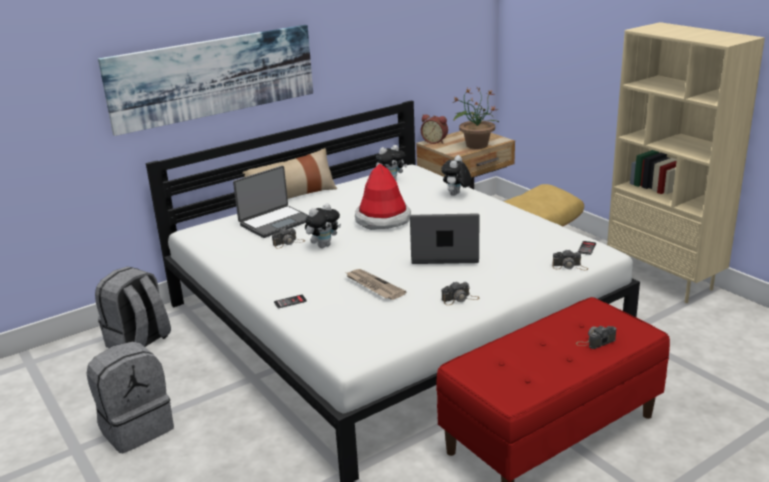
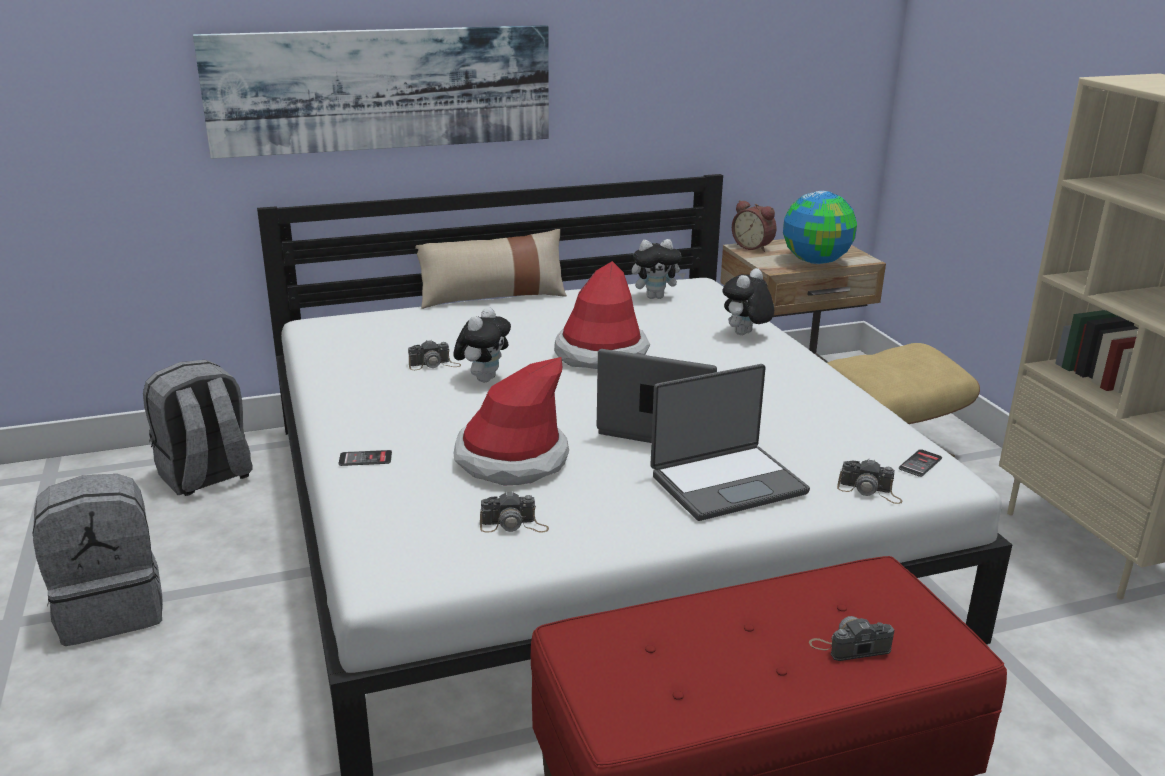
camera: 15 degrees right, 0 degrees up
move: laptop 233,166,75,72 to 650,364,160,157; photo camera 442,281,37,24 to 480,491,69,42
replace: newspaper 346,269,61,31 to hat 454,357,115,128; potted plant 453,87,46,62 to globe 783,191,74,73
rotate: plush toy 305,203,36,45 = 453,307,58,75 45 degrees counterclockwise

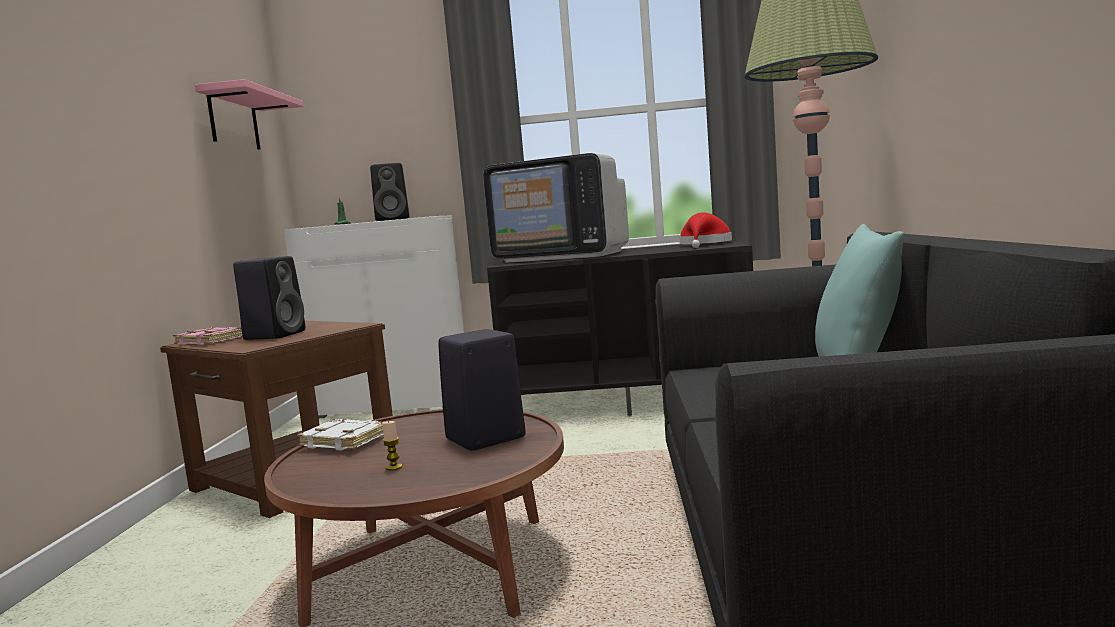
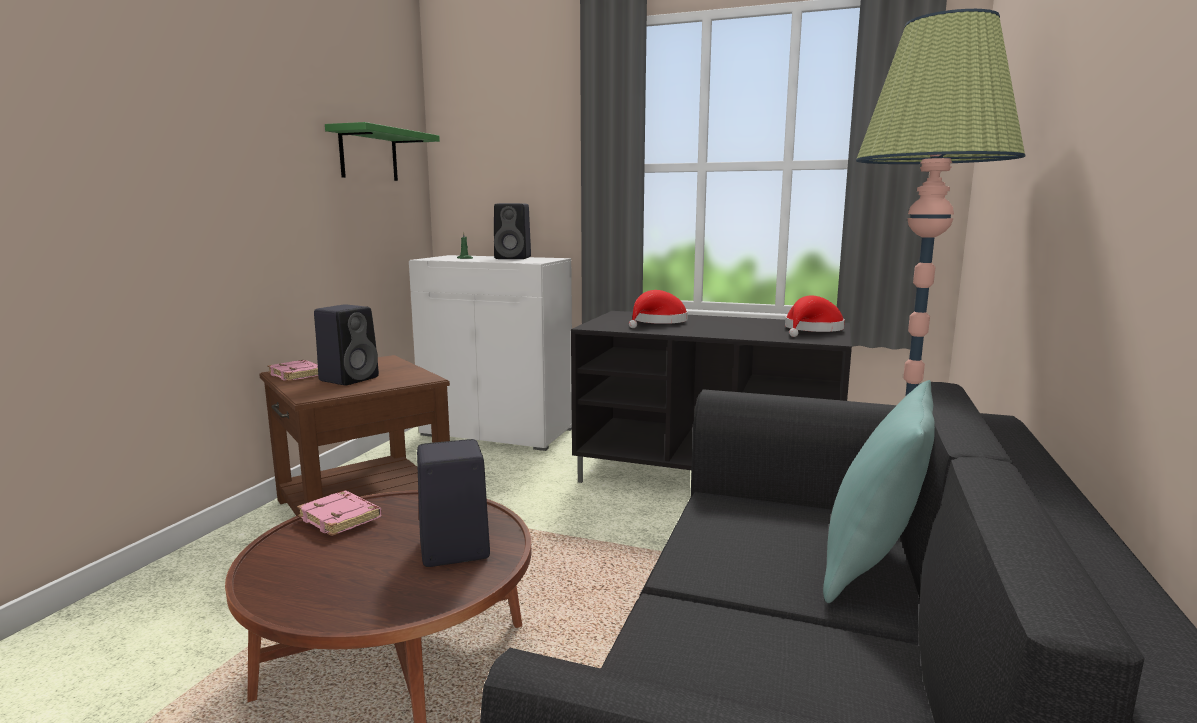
camera: 15 degrees right, 5 degrees up
delete: candle 382,421,20,49
replace: television 483,153,146,110 to red hat 629,290,59,38
recolor: pink shelf 195,79,108,71 to green shelf 325,122,115,59; white book 297,419,87,32 to pink book 297,491,85,45

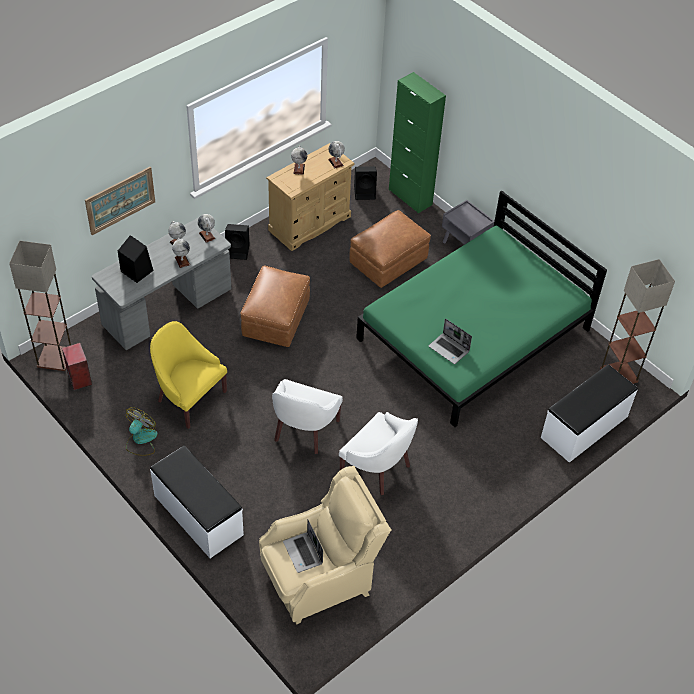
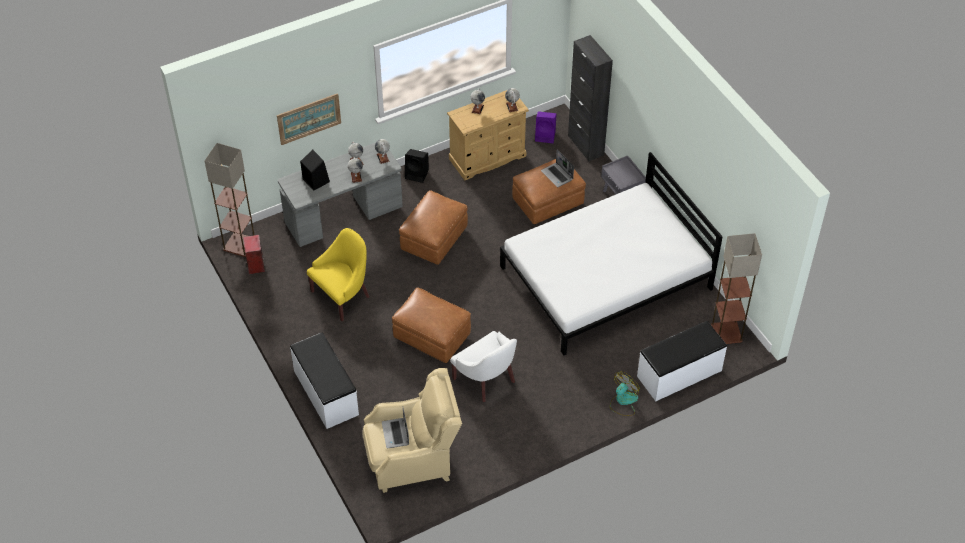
camera: 15 degrees right, 0 degrees up
move: fan 125,407,33,49 to 610,372,30,44; laptop 429,318,43,46 to 541,150,33,37
replace: white armchair 272,379,71,75 to brown ottoman 392,287,79,76
recolor: black speaker 354,166,23,34 to purple speaker 535,111,21,32; green bed 356,190,251,237 to white bed 500,152,223,203; green cabinet 389,72,57,141 to black cabinet 568,35,45,127
rotate: yellow armchair 150,321,77,108 = 307,228,62,93 90 degrees clockwise

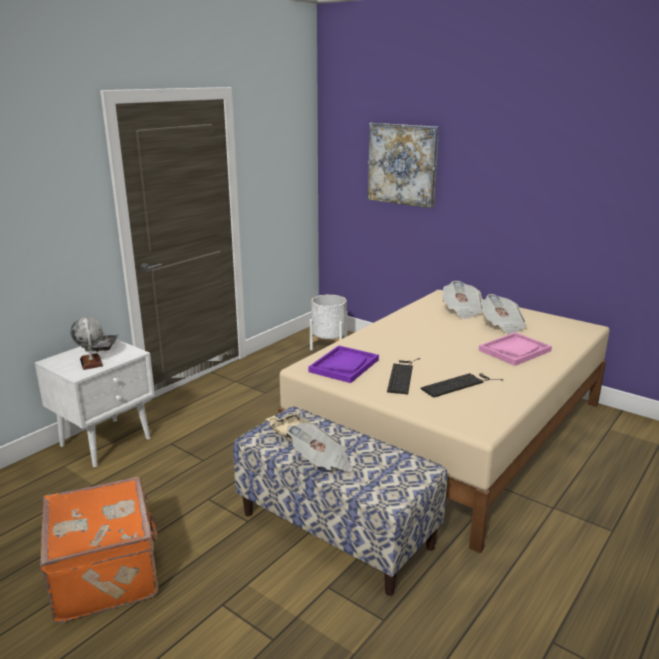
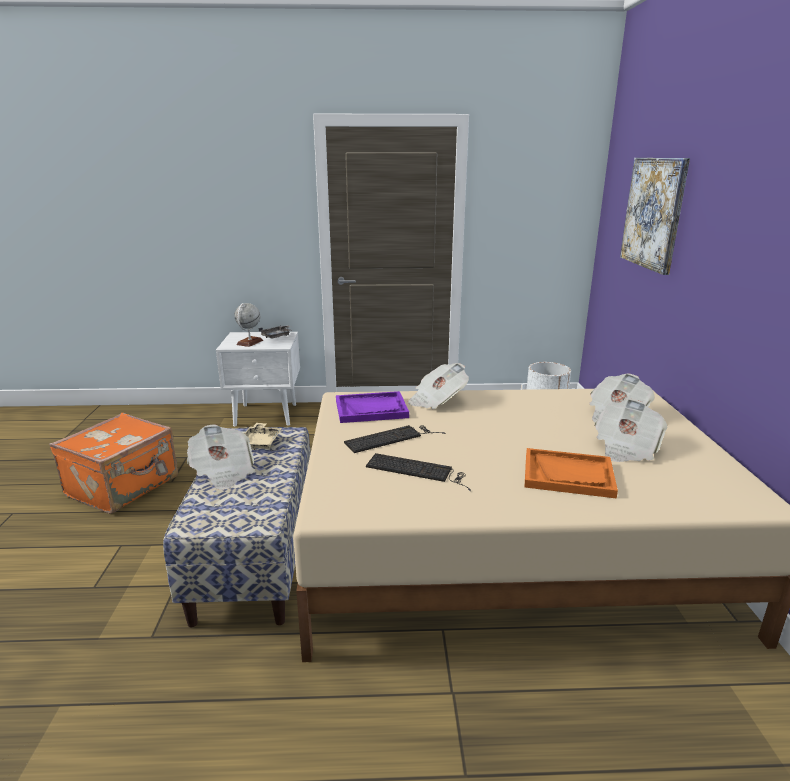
camera: 50 degrees right, 0 degrees up
insert: newspaper 408,363,61,46
recolor: pink tray 479,332,73,34 to orange tray 524,448,94,50

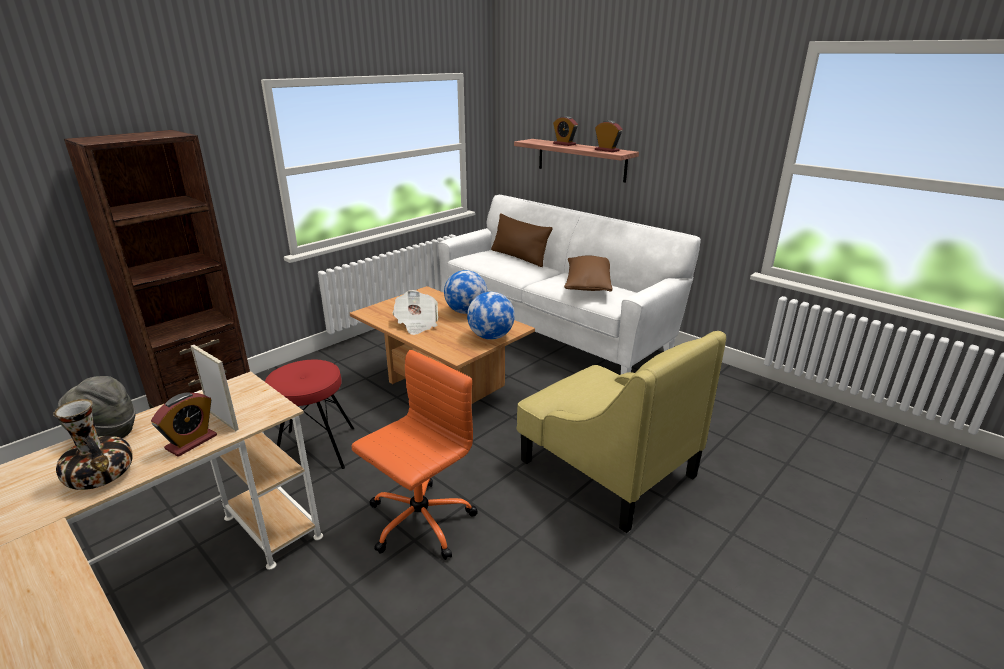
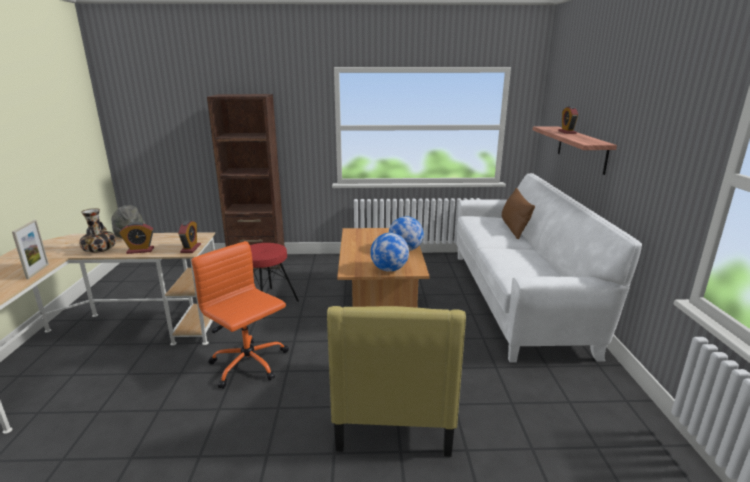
camera: 45 degrees right, 5 degrees down
delete: newspaper 393,290,45,45; brown pillow 564,255,48,36
move: picture frame 191,345,48,86 to 12,220,37,59; alarm clock 595,120,28,32 to 178,220,23,33
rotate: orange office chair 352,350,126,210 = 191,241,98,148 135 degrees counterclockwise

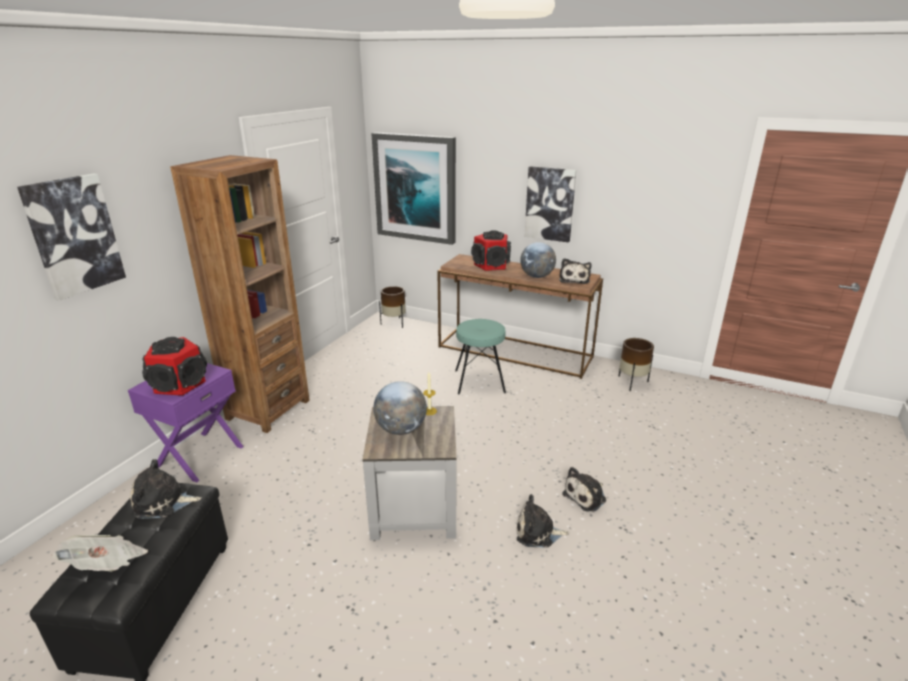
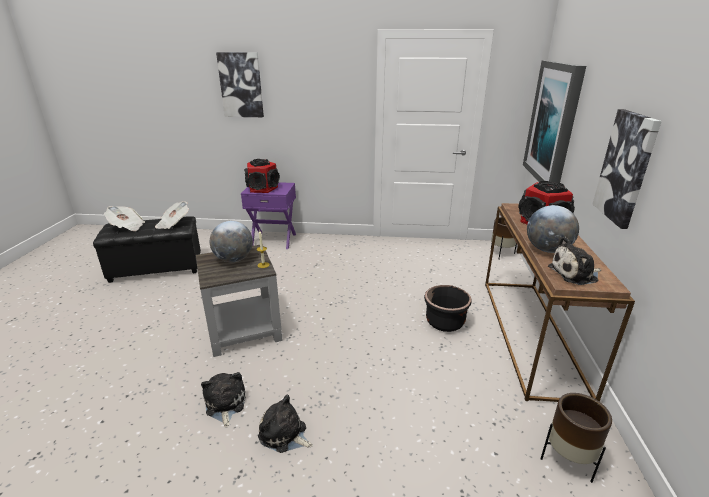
camera: 70 degrees right, 0 degrees up
delete: brown bookcase 170,155,140,278
replace: plush toy 130,459,72,60 to newspaper 155,201,34,28; turquoise stool 455,319,51,76 to black planter 424,285,48,47

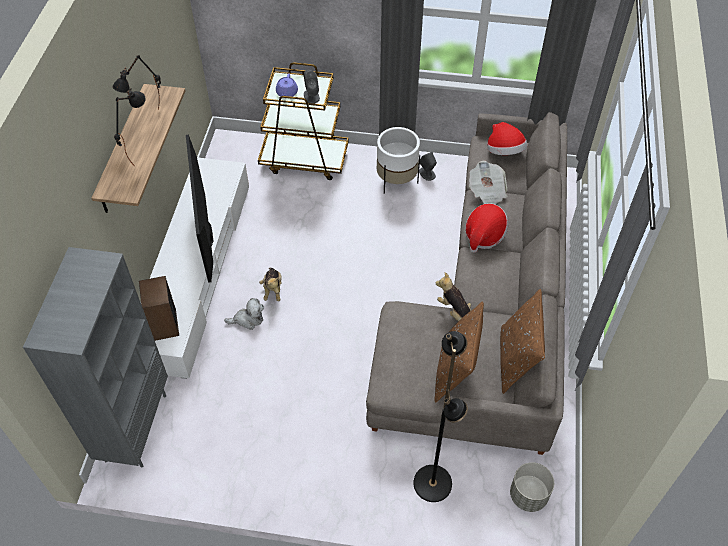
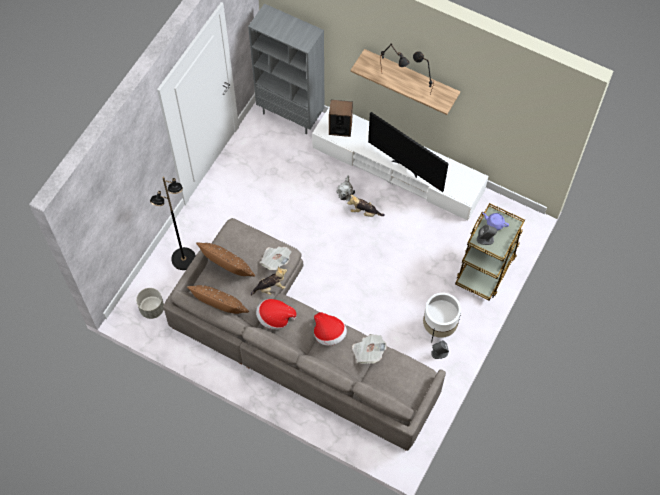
camera: 110 degrees right, 10 degrees up
insert: newspaper 260,246,31,24
move: hat 487,122,41,33 to 256,299,40,31
rotate: television 186,135,27,148 = 368,112,81,80 150 degrees counterclockwise

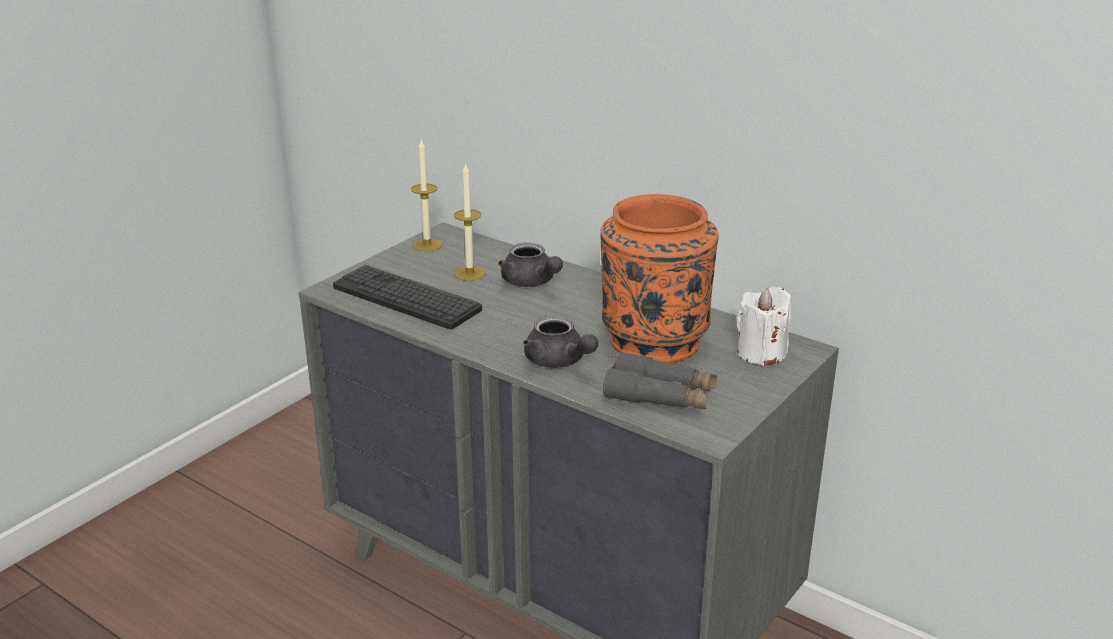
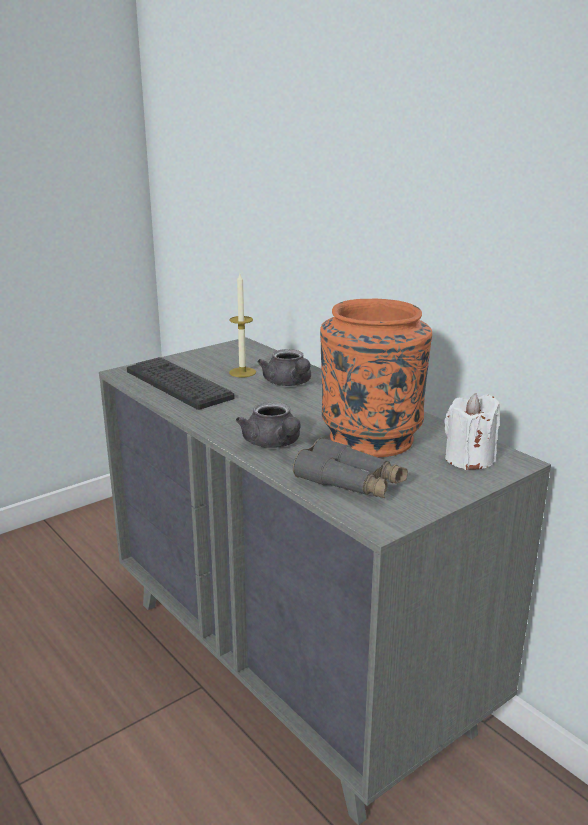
camera: 15 degrees right, 5 degrees down
delete: candle 411,140,31,111

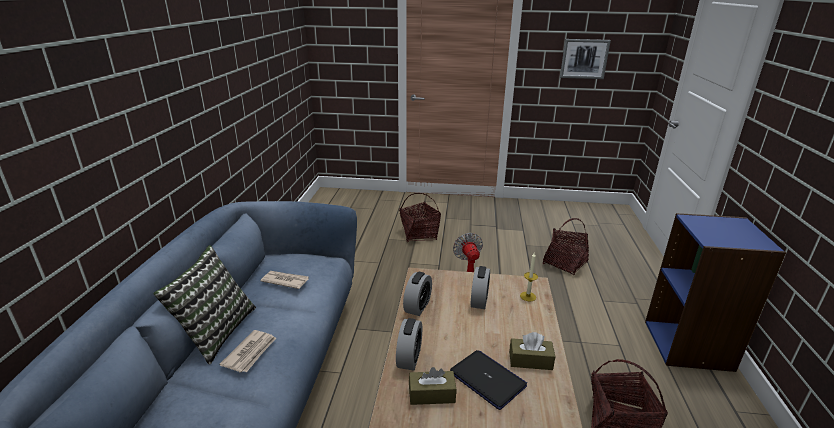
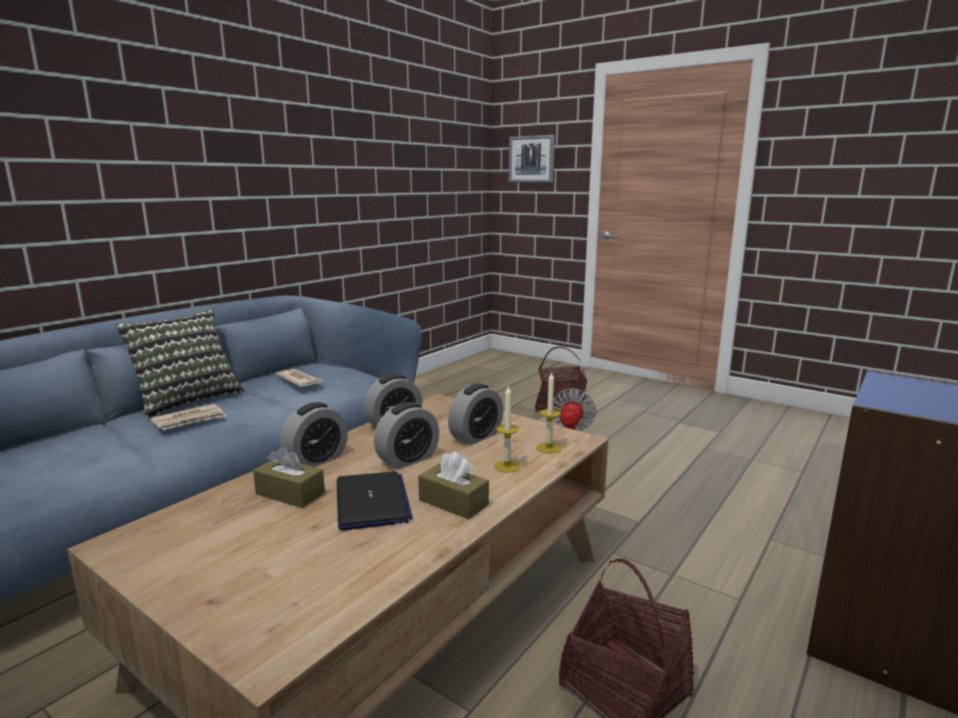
camera: 30 degrees right, 10 degrees down
delete: basket 543,218,46,57
insert: alarm clock 374,402,65,67; candle 494,385,26,87
move: picture 560,39,51,40 to 509,135,46,48

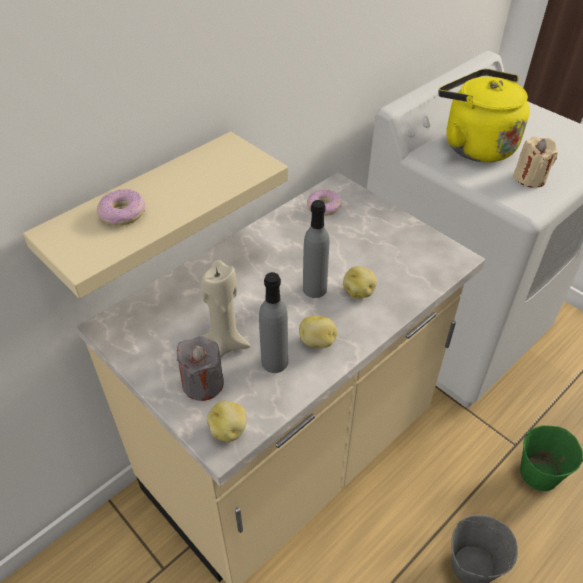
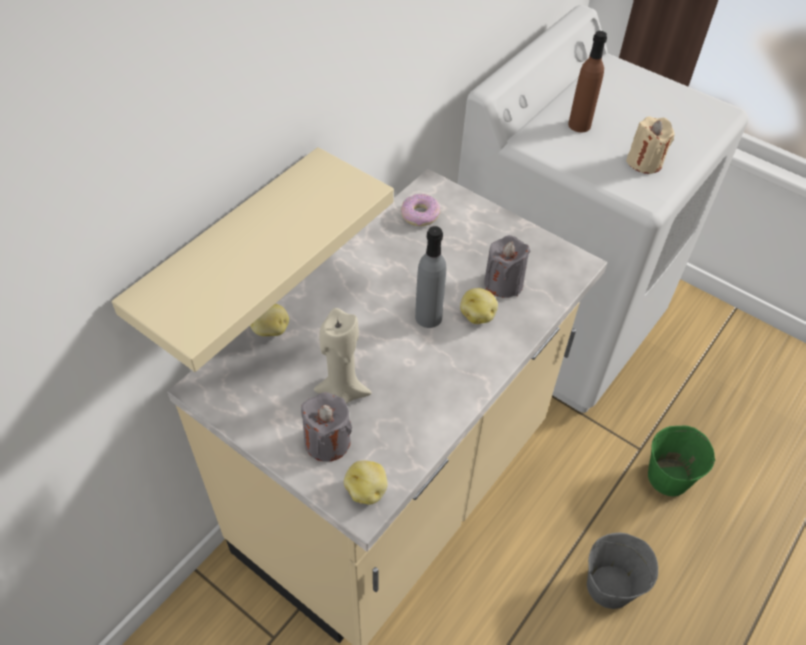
camera: 10 degrees left, 5 degrees up
delete: donut 97,189,48,37; grey bottle 259,272,29,101
insert: grey candle 484,235,46,63
move: potato 299,316,38,32 to 250,304,39,32
replace: yellow kettle 438,69,92,93 to brown bottle 568,31,39,101

